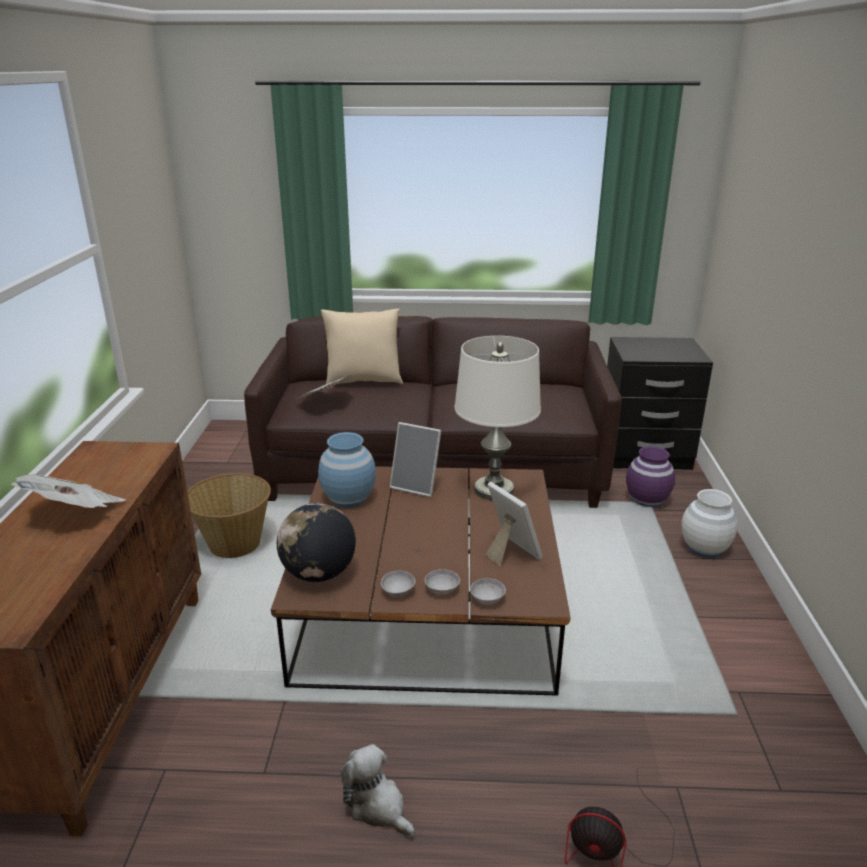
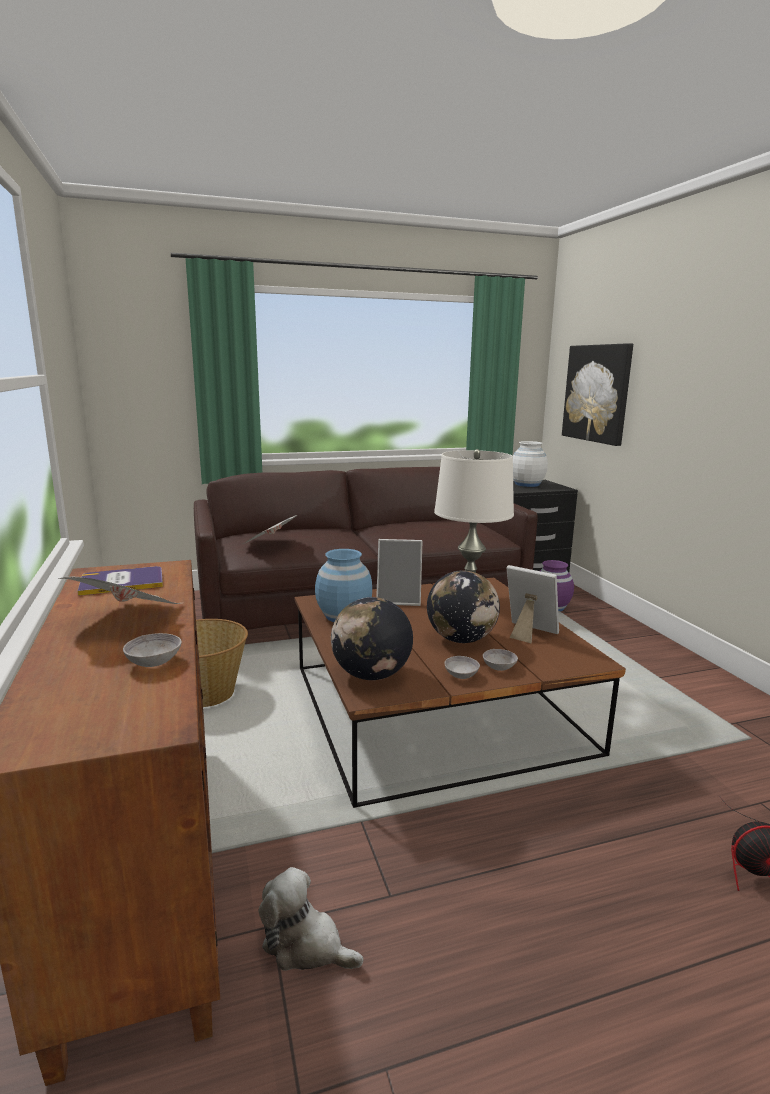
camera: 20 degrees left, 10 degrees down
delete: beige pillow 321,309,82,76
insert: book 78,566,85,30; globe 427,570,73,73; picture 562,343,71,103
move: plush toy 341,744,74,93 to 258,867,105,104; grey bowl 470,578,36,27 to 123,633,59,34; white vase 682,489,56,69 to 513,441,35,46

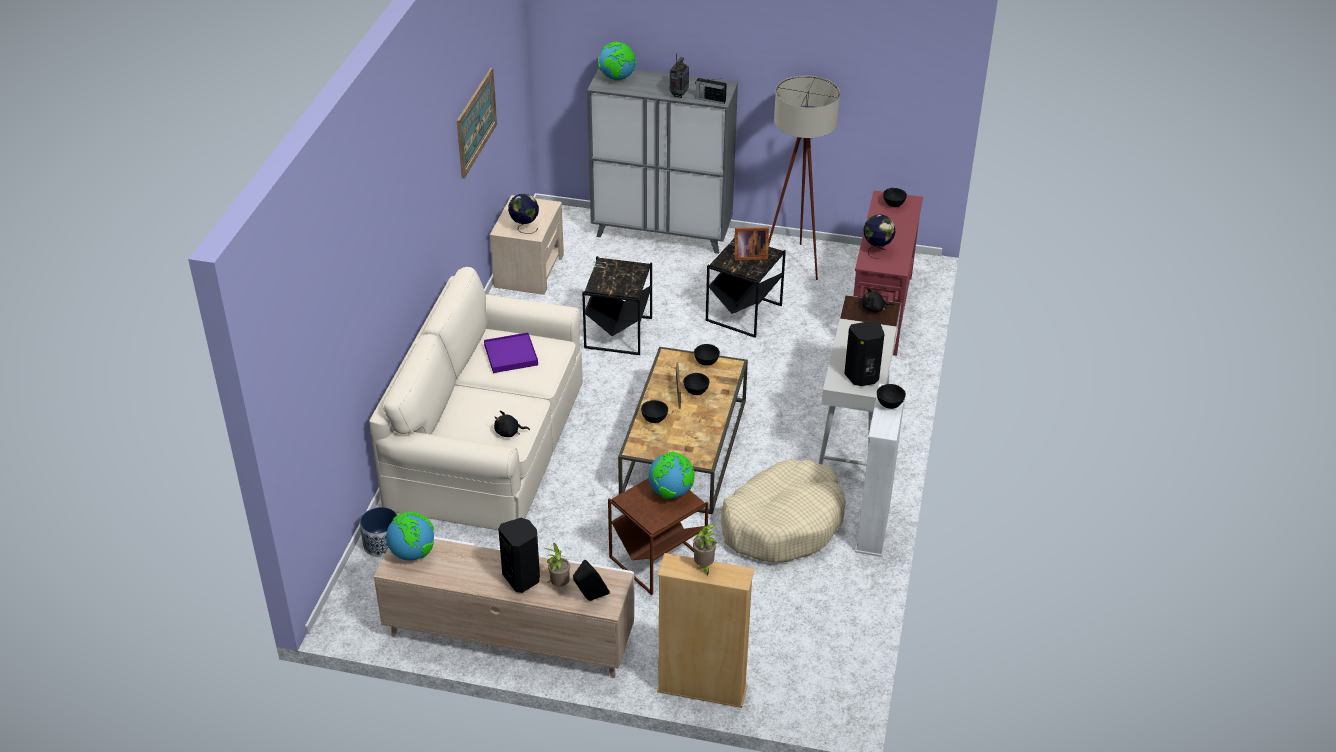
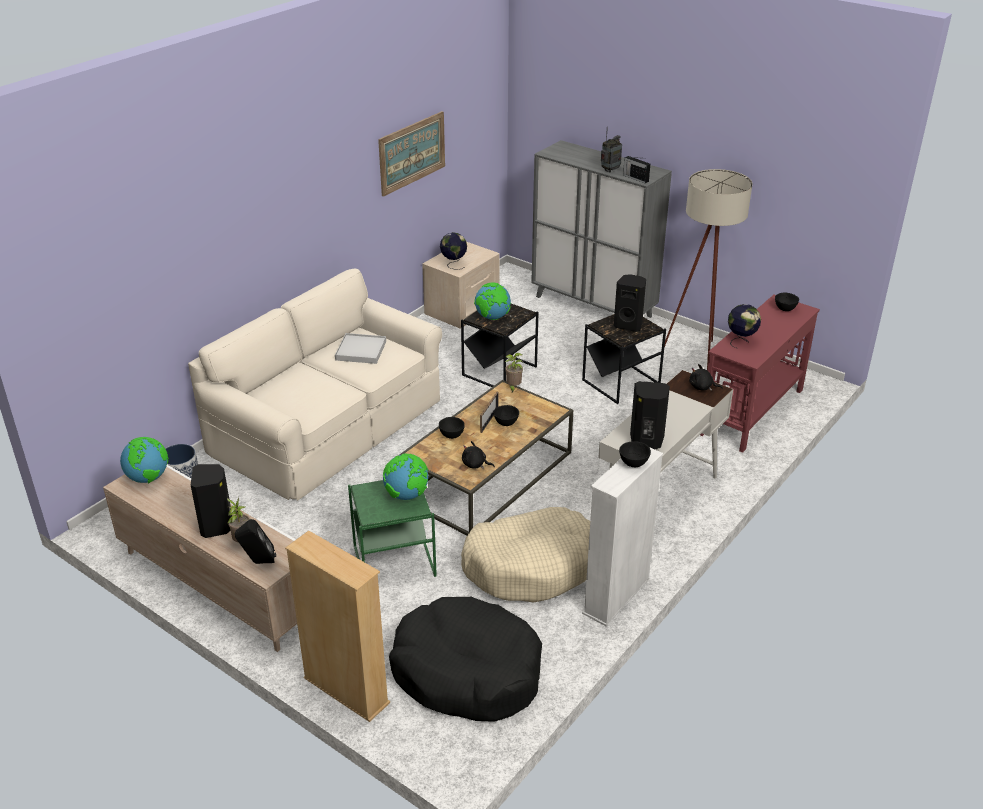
camera: 25 degrees right, 5 degrees down
delete: black bowl 694,344,26,22
insert: black dog bed 389,597,153,125
move: black plush toy 494,411,36,26 to 462,441,33,28; globe 598,42,38,39 to 474,283,37,37; potted plant 693,525,24,51 to 505,353,18,39
replace: picture frame 734,227,35,33 to black speaker 614,274,32,58
recolor: purple tray 484,333,54,40 to white tray 335,333,51,31; brown side table 608,478,101,117 to green side table 348,480,89,97

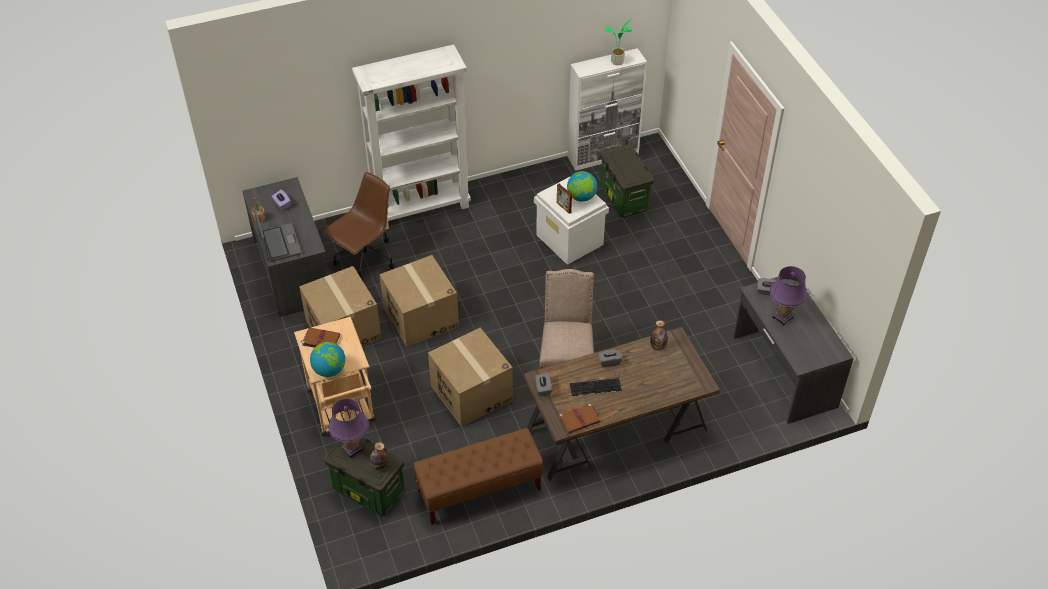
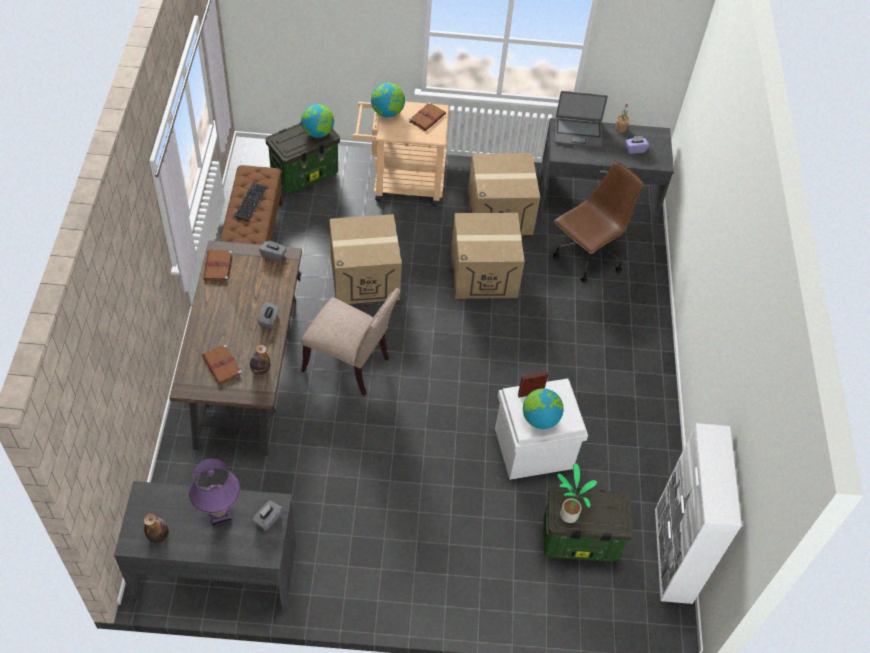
camera: 110 degrees right, 5 degrees up
delete: white bookcase 352,44,119,185
insert: brown book 202,344,41,40
move: bottle 370,442,18,28 to 144,513,25,30; keyboard 570,378,52,18 to 234,183,33,39; potted plant 605,19,27,46 to 557,463,40,60
replace: purple table lamp 328,399,41,59 to globe 301,104,33,34
rotate: brown office chair 322,172,73,109 = 553,162,91,120 105 degrees counterclockwise

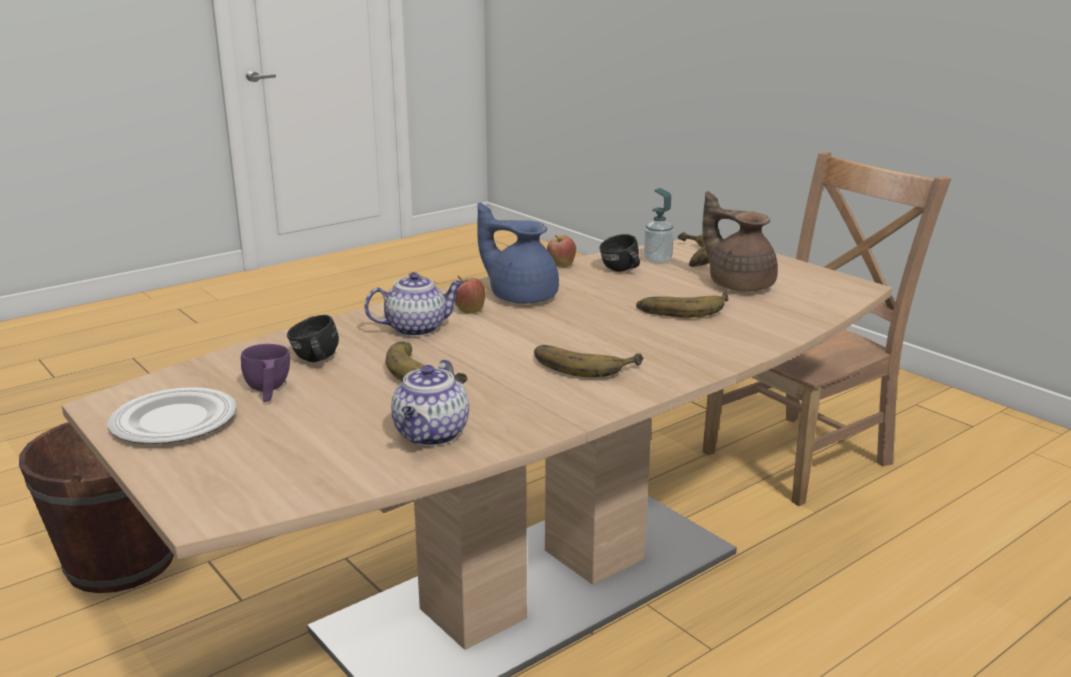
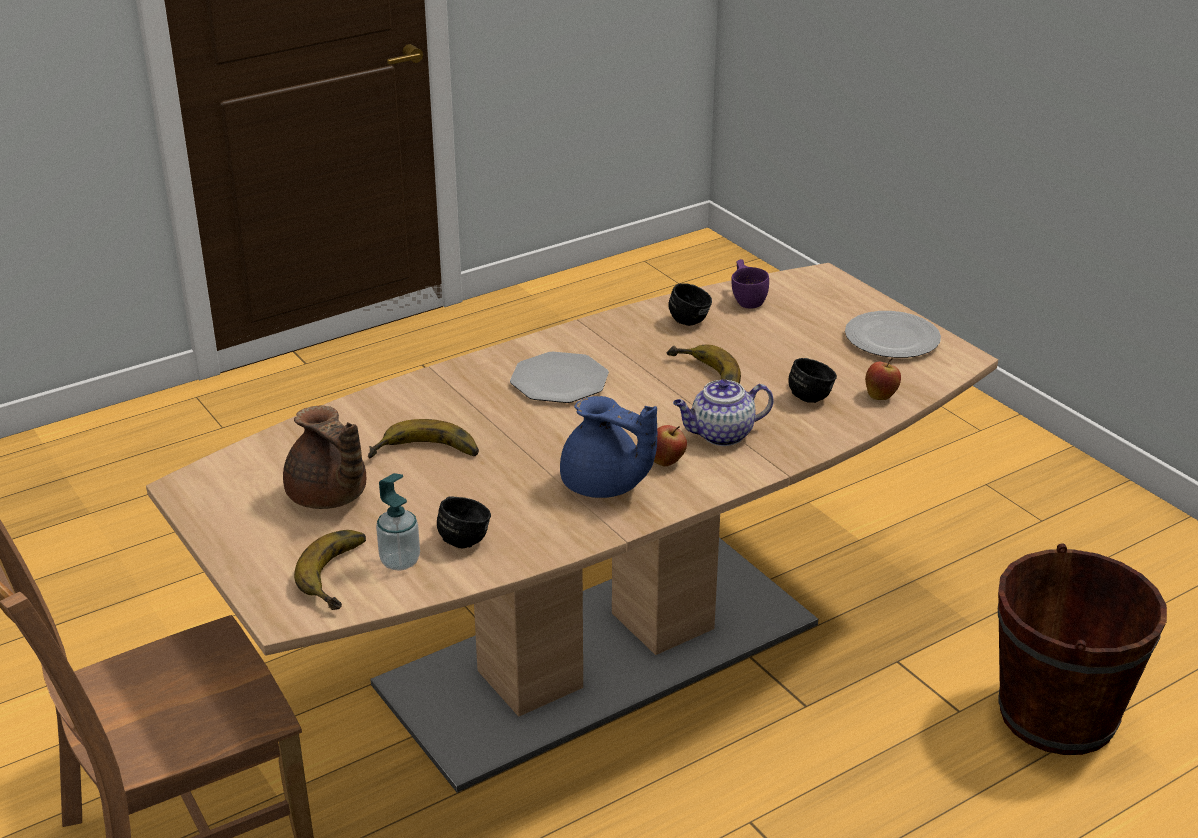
camera: 175 degrees left, 10 degrees up
move: purple cup 241,344,49,58 to 731,259,38,49; apple 547,235,29,32 to 865,358,36,42
replace: teapot 391,360,78,86 to black mug 668,283,44,43; banana 534,345,109,32 to plate 510,351,99,52

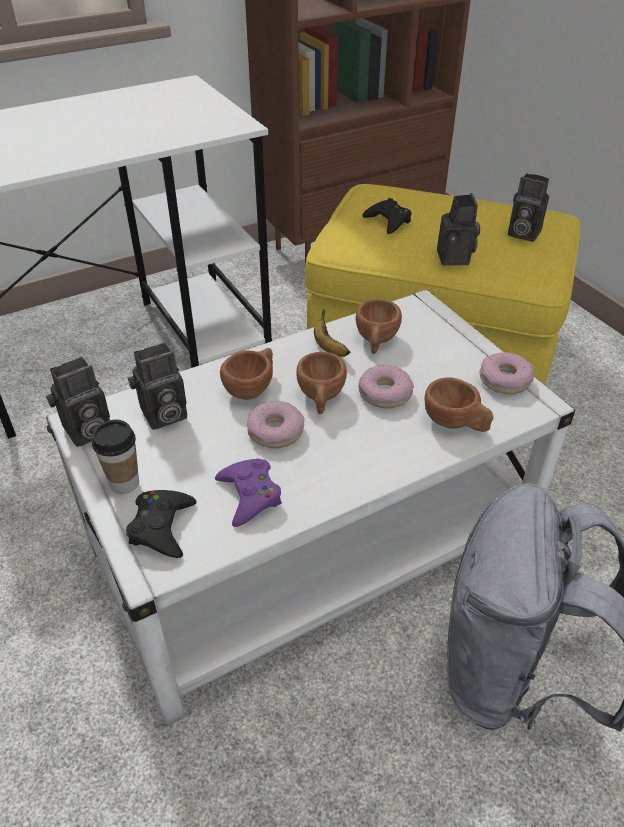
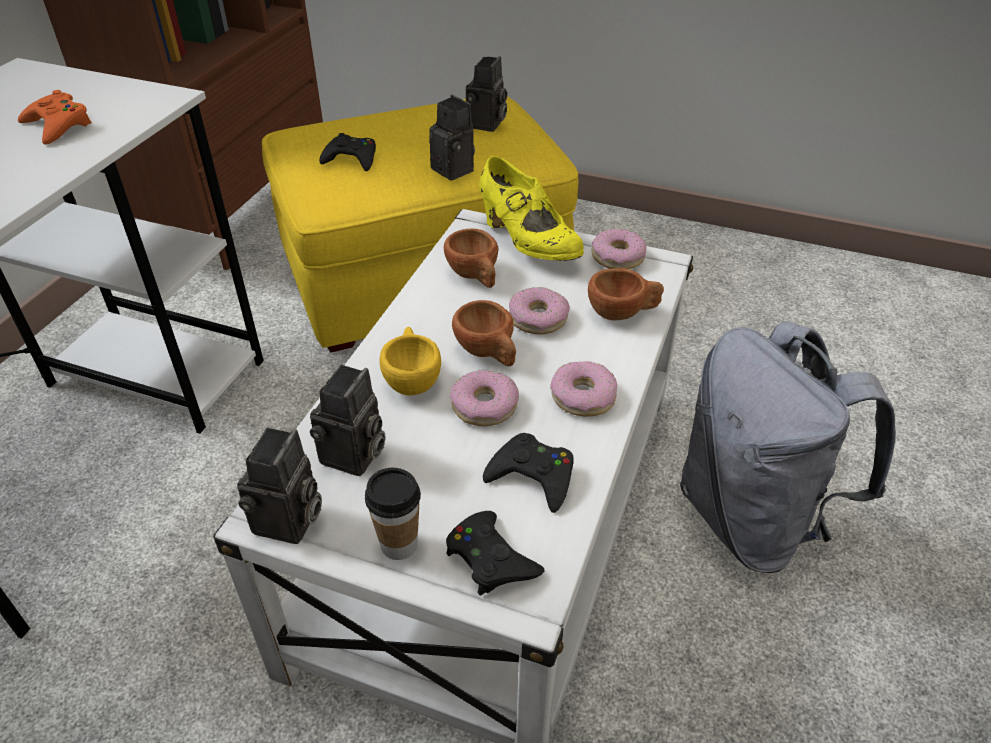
camera: 40 degrees left, 0 degrees up
delete: banana 314,309,36,48
insert: orange game controller 18,90,74,55; yellow shoe 479,156,105,105; donut 550,361,67,55
recolor: purple game controller 215,459,67,68 to black game controller 483,433,91,80; brown cup 220,348,53,52 to yellow cup 380,327,61,68
rotate: photo camera 508,174,41,68 = 466,56,41,76 60 degrees counterclockwise

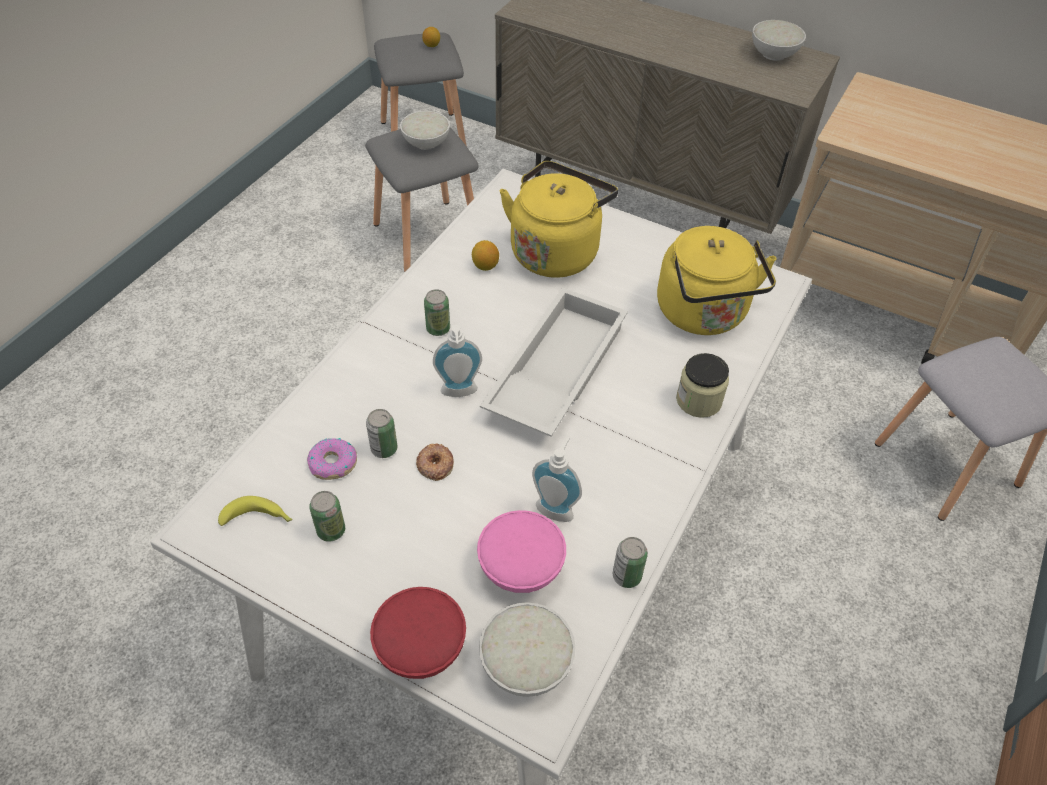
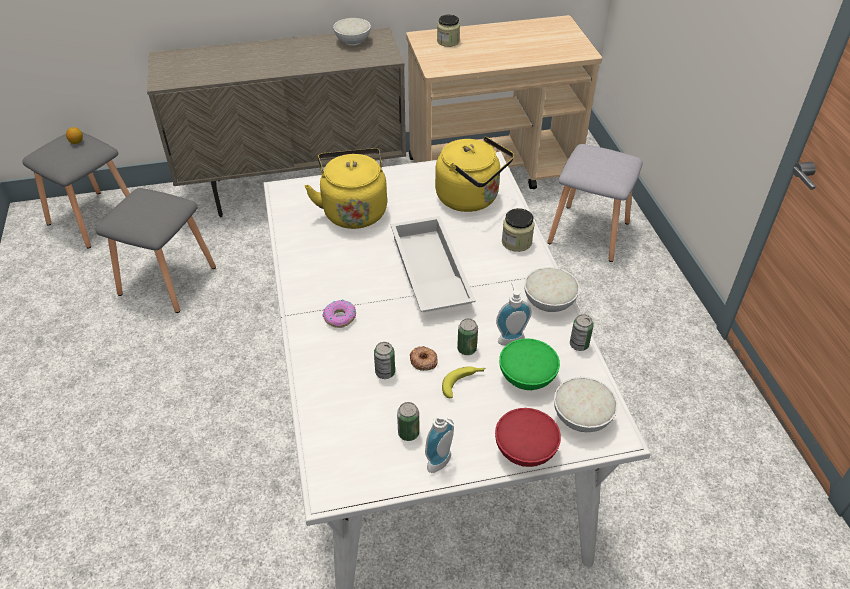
camera: 40 degrees left, 5 degrees down
delete: lemon 472,240,27,31
insert: jar 437,14,23,33
move: banana 218,496,75,30 to 442,367,43,31; donut 307,438,50,42 to 323,299,33,29; white bowl 400,111,50,39 to 524,267,56,45; can 424,289,26,47 to 457,319,21,36; soap dispenser 433,325,49,72 to 425,412,29,61
recolor: pink bowl 477,510,89,83 to green bowl 499,338,61,52

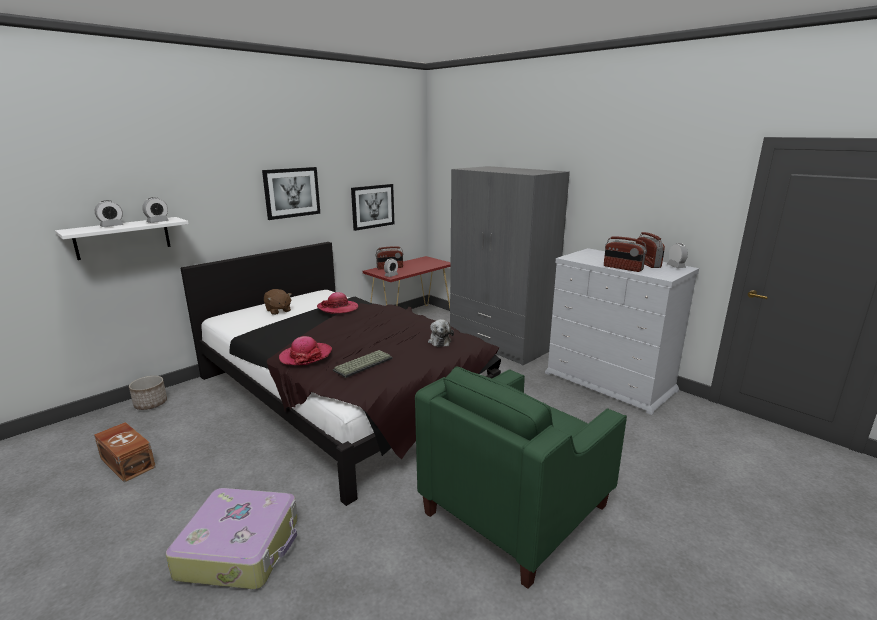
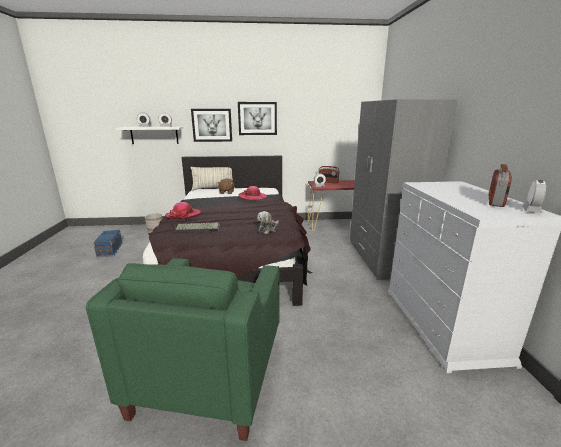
camera: 40 degrees right, 0 degrees up
delete: suitcase 166,488,132,101; radio 604,237,43,35
insert: pillow 191,167,44,23
move: picture 351,184,43,47 to 191,109,41,33
recolor: brown storage box 94,422,62,60 to blue storage box 93,230,29,27
rotate: green armchair 415,366,212,223 = 86,258,193,183 75 degrees counterclockwise

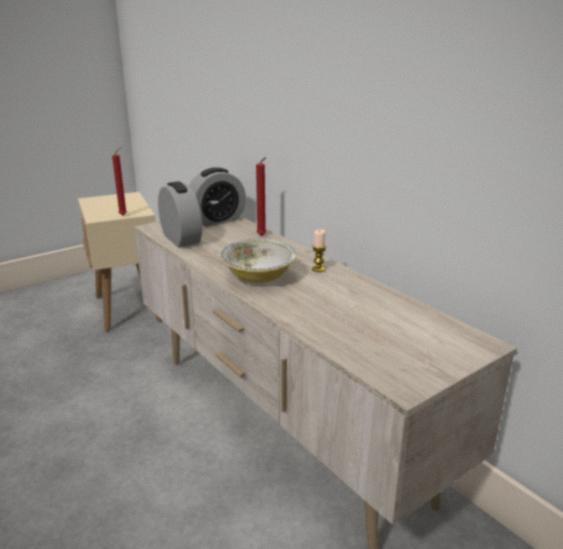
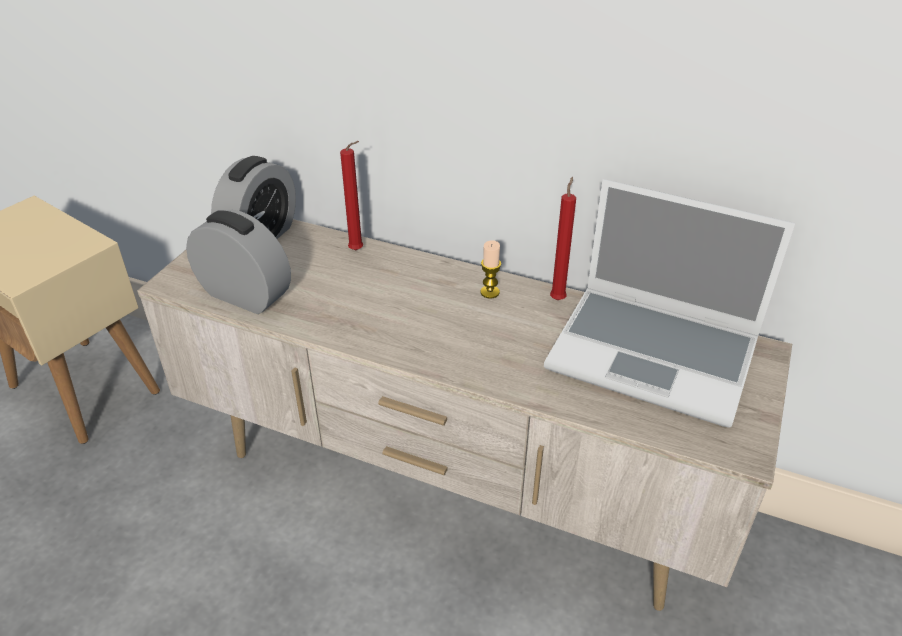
camera: 30 degrees left, 15 degrees up
delete: bowl 220,238,77,45
insert: laptop 544,179,251,249
move: red candle 112,147,15,69 to 550,177,26,123

